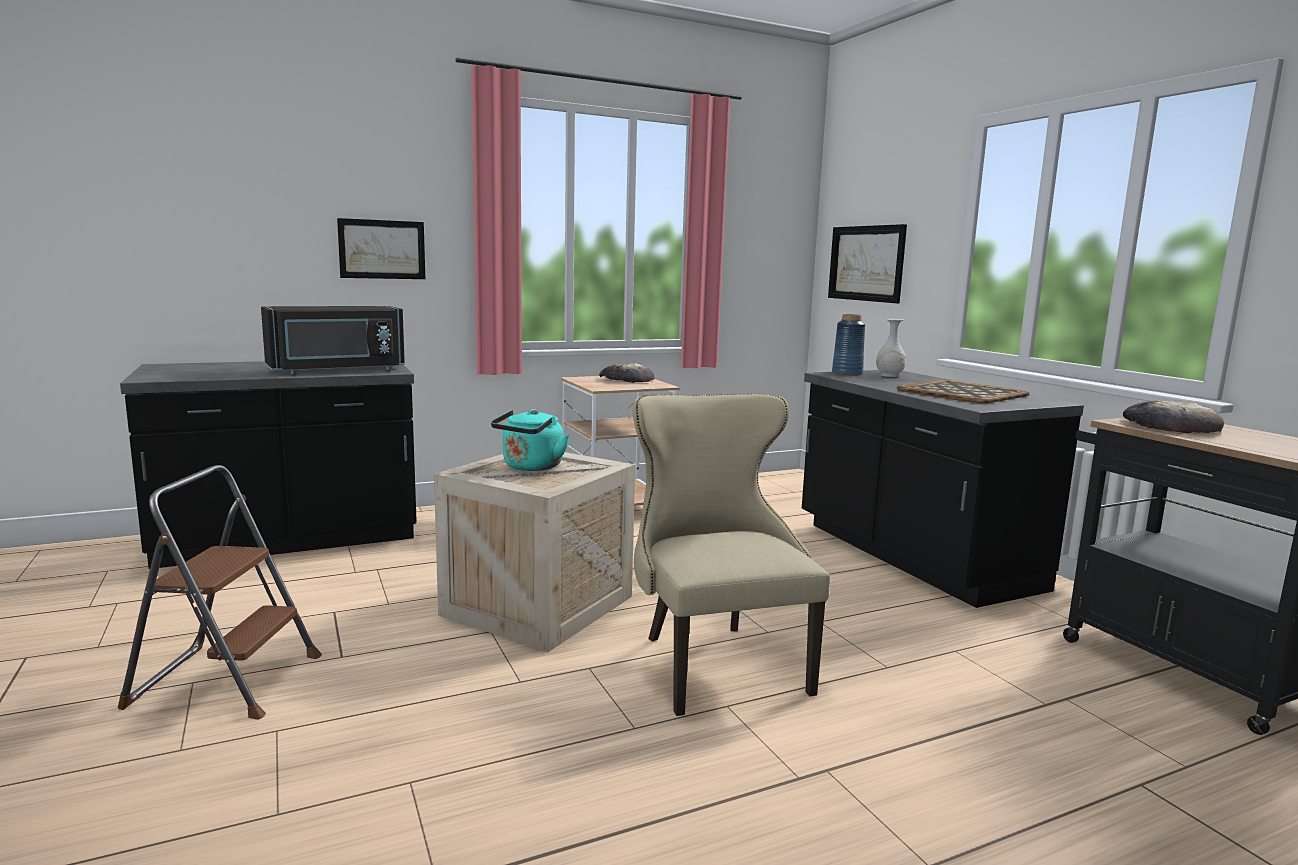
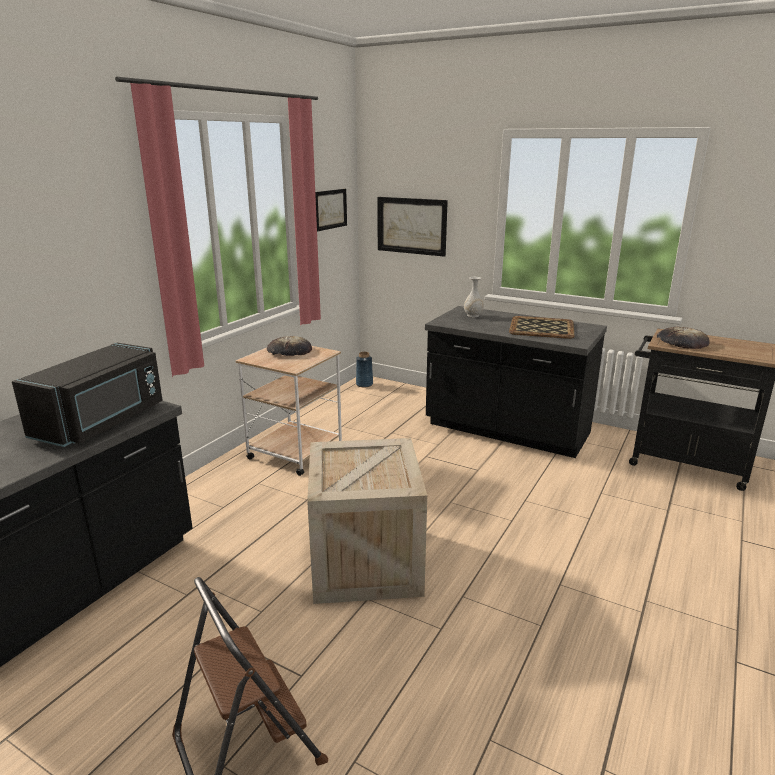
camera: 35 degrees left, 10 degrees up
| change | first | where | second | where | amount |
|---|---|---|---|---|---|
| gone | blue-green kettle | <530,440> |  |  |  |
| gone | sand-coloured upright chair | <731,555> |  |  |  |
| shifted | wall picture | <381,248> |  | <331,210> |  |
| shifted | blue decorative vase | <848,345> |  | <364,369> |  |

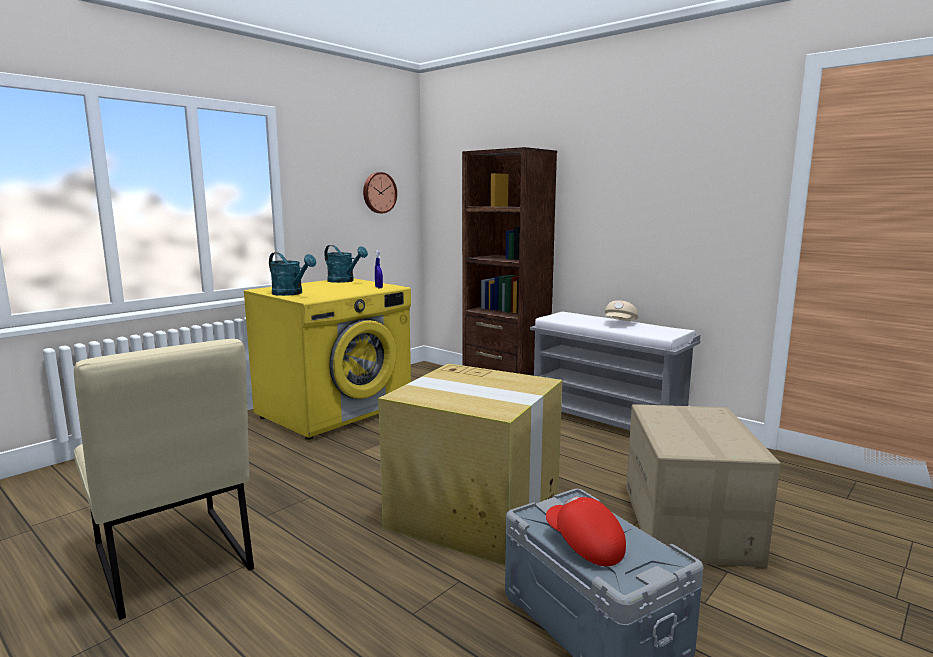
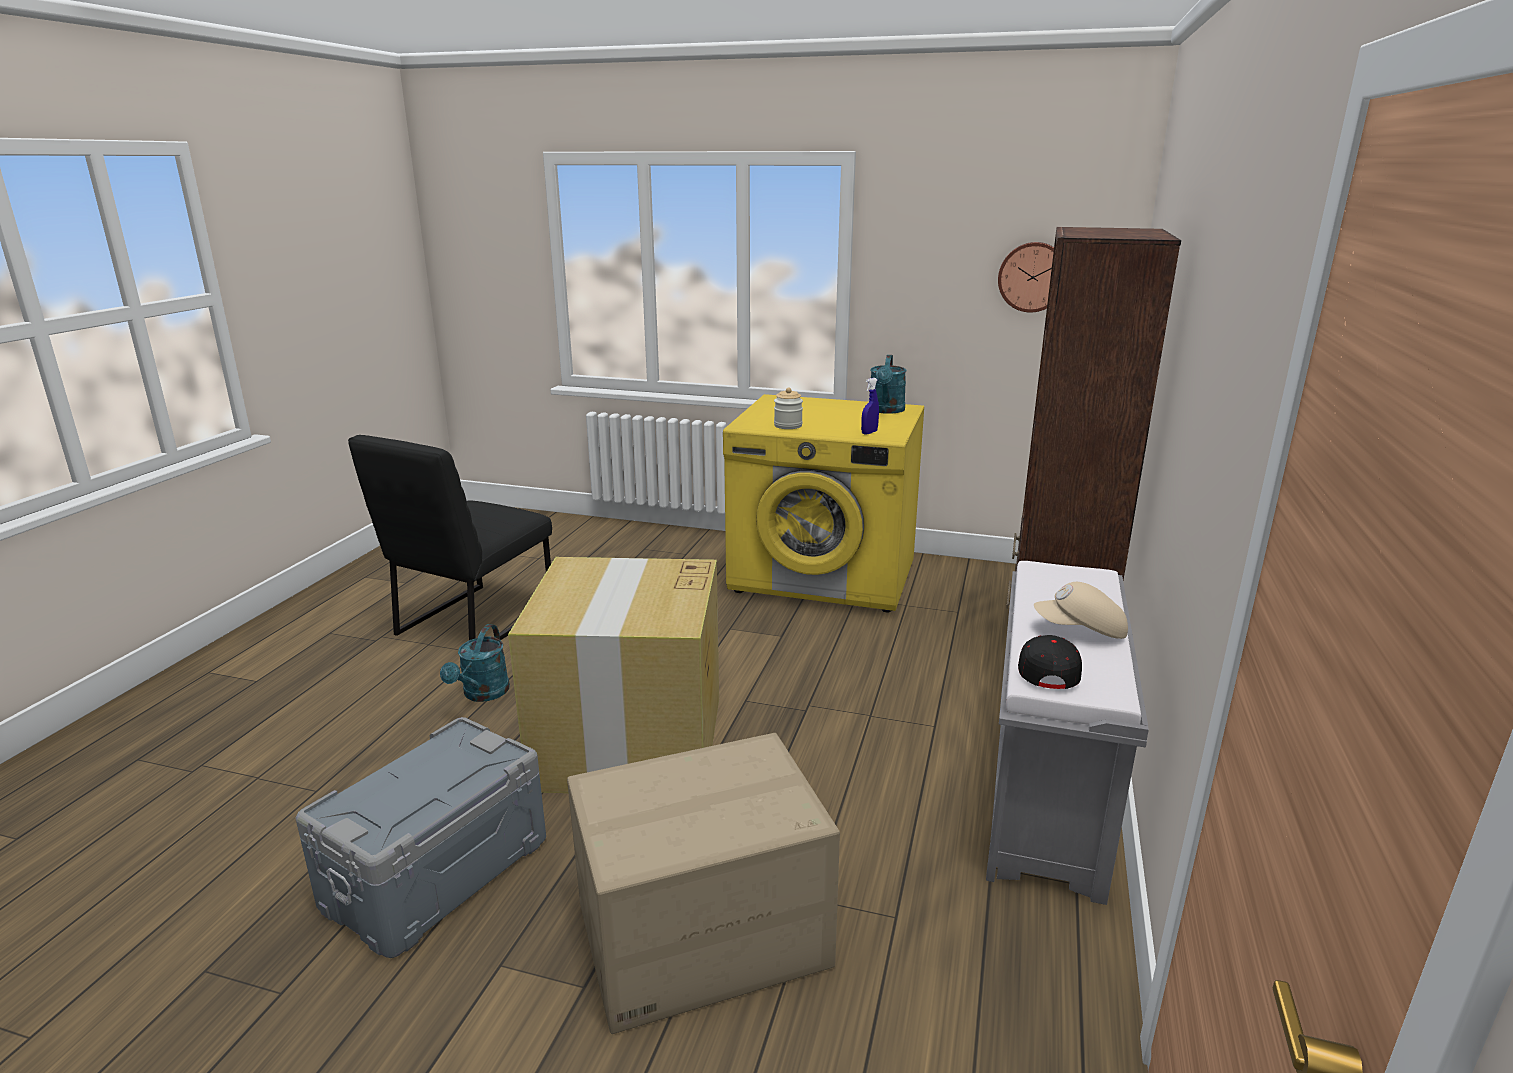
camera: 65 degrees right, 10 degrees up
| change | first | where | second | where | amount |
|---|---|---|---|---|---|
| gone | reddish baseball cap | <586,531> |  |  |  |
| new |  |  | preserve jar | <788,408> |  |
| new |  |  | black baseball cap | <1050,662> |  |
| shifted | blue-green watering pot | <292,274> |  | <475,663> |  |
| repainted | sand-coloured upright chair | <164,479> | black upright chair | <450,537> |  |

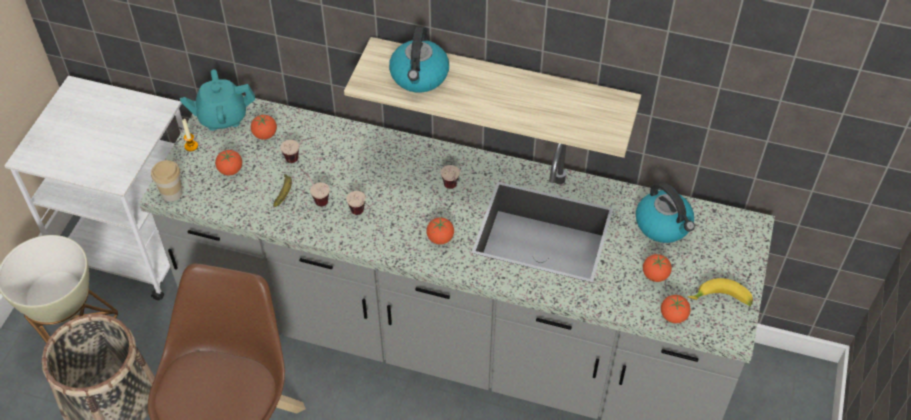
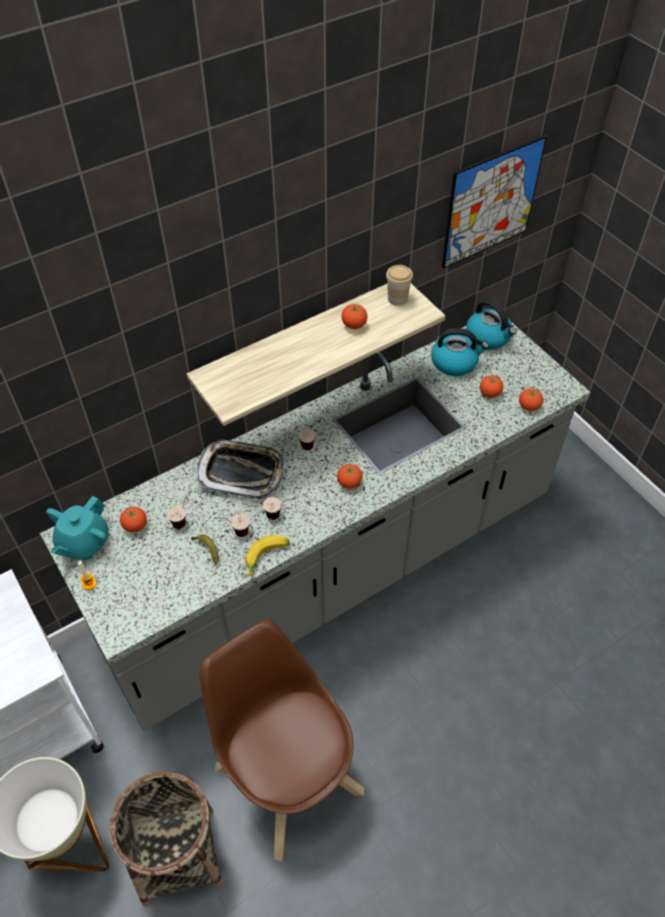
camera: 50 degrees left, 0 degrees up
| change | first | where | second | where | amount |
|---|---|---|---|---|---|
| new |  |  | tray | <241,469> |  |
| new |  |  | wall picture | <494,202> |  |
| shifted | cup | <167,180> |  | <399,285> |  |
| shifted | tomato | <228,162> |  | <354,316> |  |
| shifted | kettle | <419,59> |  | <491,324> |  |
| shifted | whole banana | <720,292> |  | <267,556> |  |

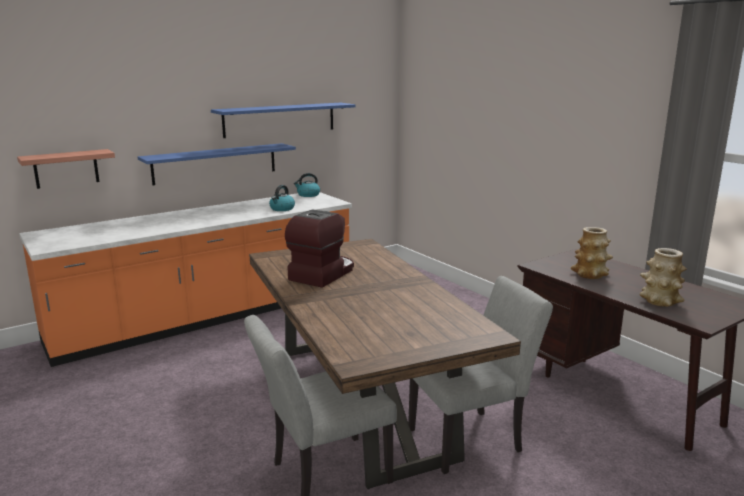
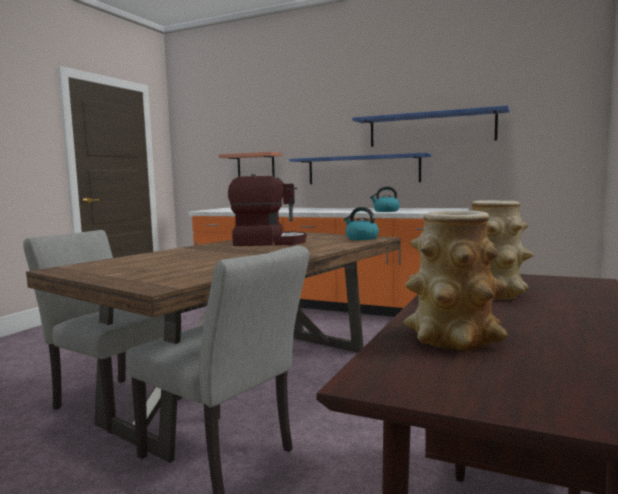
camera: 60 degrees right, 10 degrees down
| change | first | where | second | where | amount |
|---|---|---|---|---|---|
| shifted | kettle | <307,185> |  | <361,223> |  |

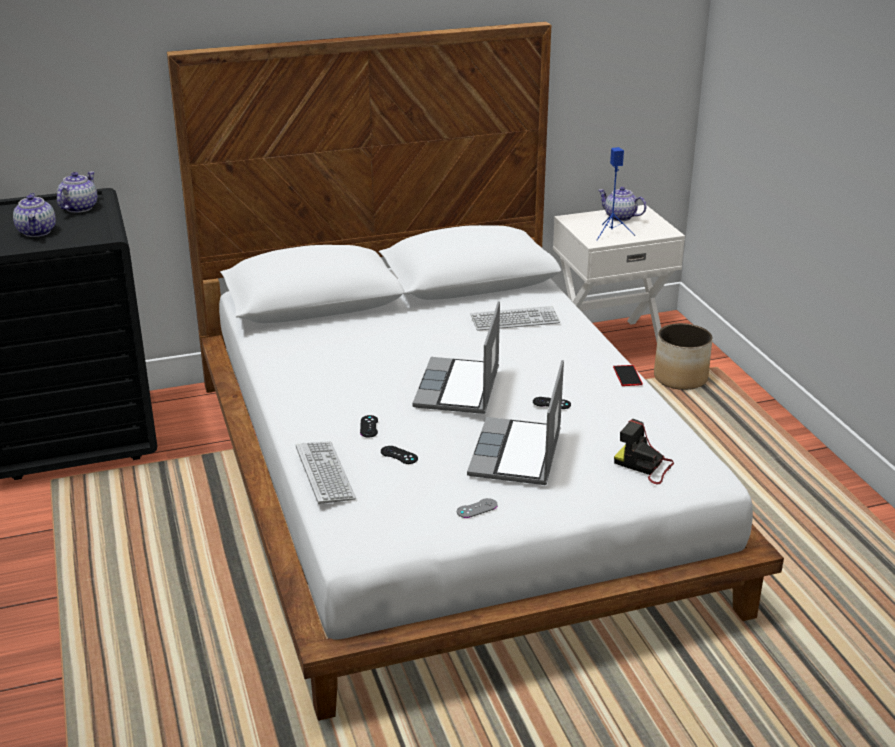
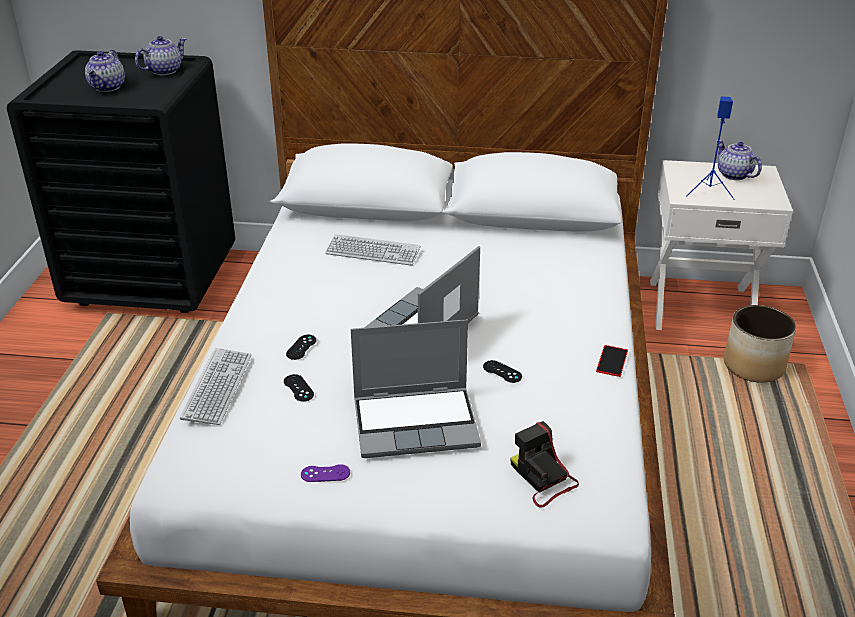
camera: 25 degrees right, 5 degrees up
| change | first | where | second | where | amount |
|---|---|---|---|---|---|
| shifted | computer keyboard | <515,318> |  | <373,249> |  |
| repainted | grey joypad | <477,508> | purple-coloured joypad | <325,473> |  |
| rotated | portable computer | <515,422> |  | <416,388> | 135 degrees counterclockwise |

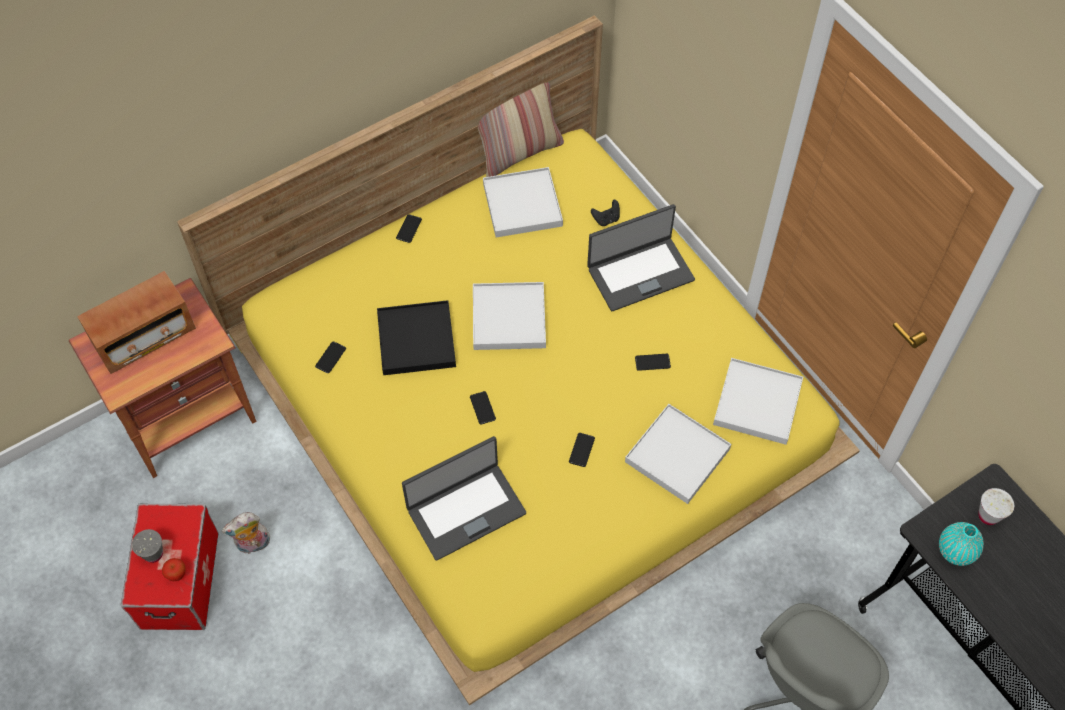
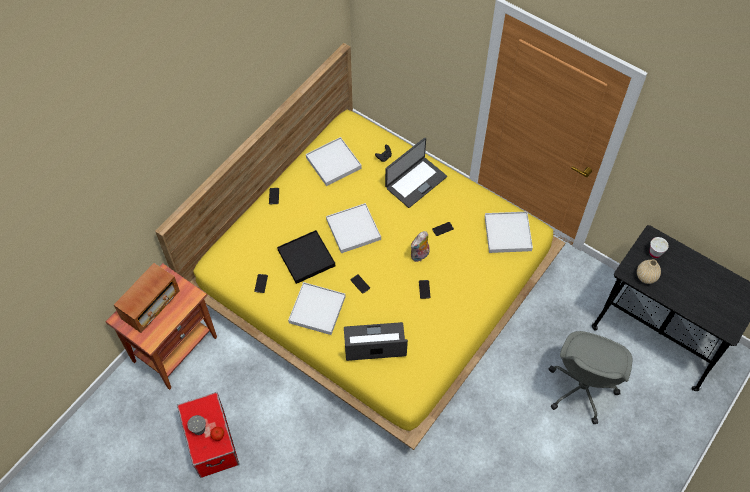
camera: 20 degrees left, 0 degrees up
| change | first | where | second | where | amount |
|---|---|---|---|---|---|
| gone | cushion | <521,130> |  |  |  |
| shifted | soft toy | <246,533> |  | <420,246> |  |
| shifted | whitish tray | <678,454> |  | <316,308> |  |
| repainted | blue-green decorative vase | <961,544> | sand-coloured decorative vase | <649,271> |  |
| rotated | portable computer | <464,498> |  | <376,341> | 135 degrees counterclockwise |

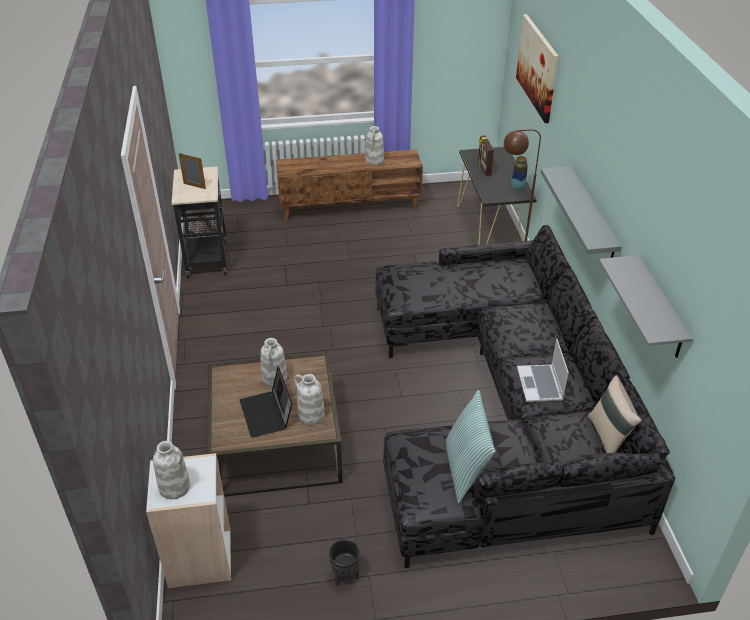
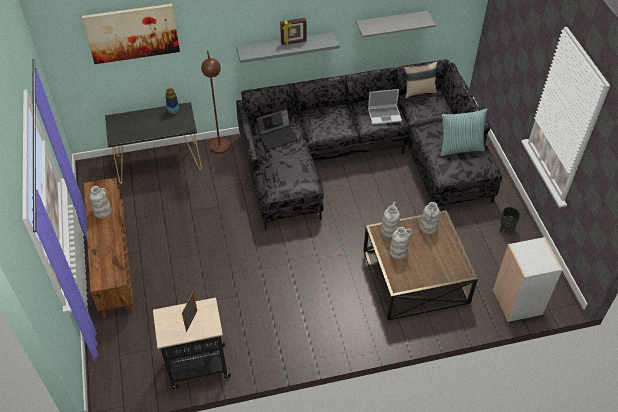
camera: 95 degrees left, 10 degrees up
| change | first | where | second | where | amount |
|---|---|---|---|---|---|
| shifted | whitish decorative vase | <171,470> |  | <390,219> |  |
| shifted | portable computer | <266,402> |  | <277,129> |  |
| shifted | photo frame | <486,155> |  | <293,31> |  |

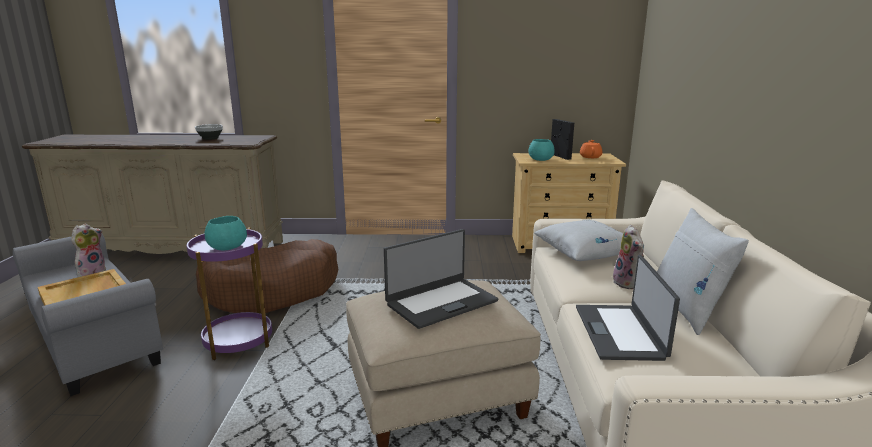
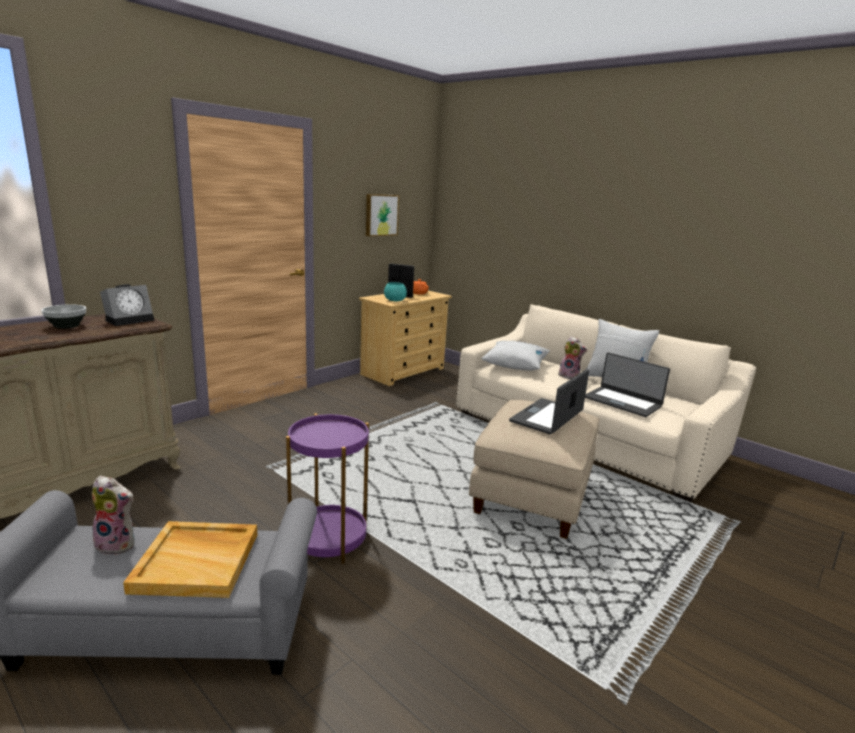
camera: 50 degrees left, 0 degrees up
| change | first | where | second | where | amount |
|---|---|---|---|---|---|
| gone | brown-coloured dog cushion | <267,276> |  |  |  |
| gone | blue-green bowl | <225,233> |  |  |  |
| new |  |  | alarm clock | <127,305> |  |
| new |  |  | wall picture | <382,215> |  |
| rotated | soft toy | <88,250> |  | <113,515> | 120 degrees clockwise |
| rotated | portable computer | <441,279> |  | <549,401> | 150 degrees counterclockwise |

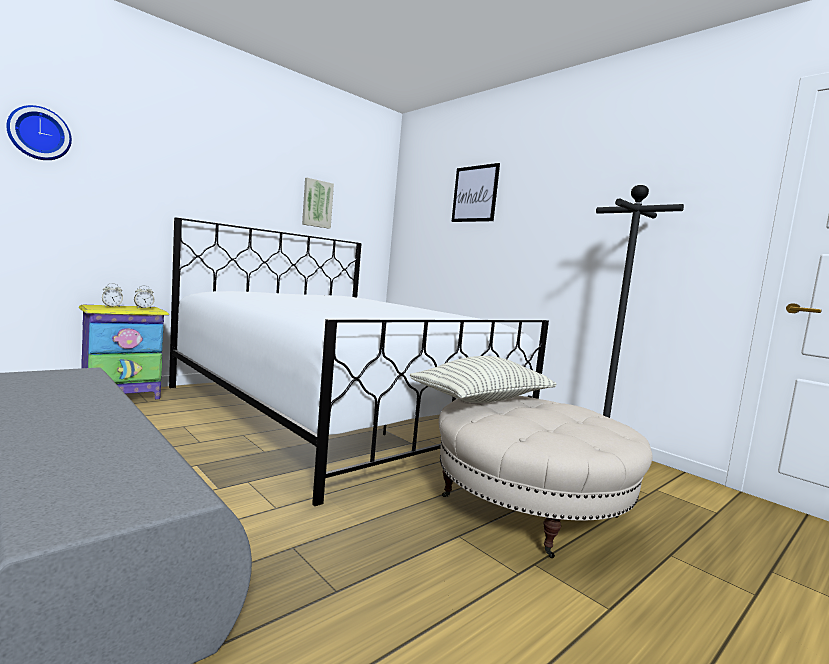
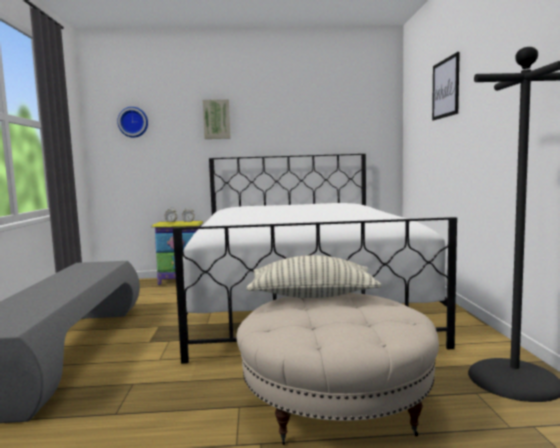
camera: 40 degrees right, 0 degrees up
| change | first | where | second | where | amount |
|---|---|---|---|---|---|
| shifted | wall picture | <318,203> |  | <217,119> |  |

